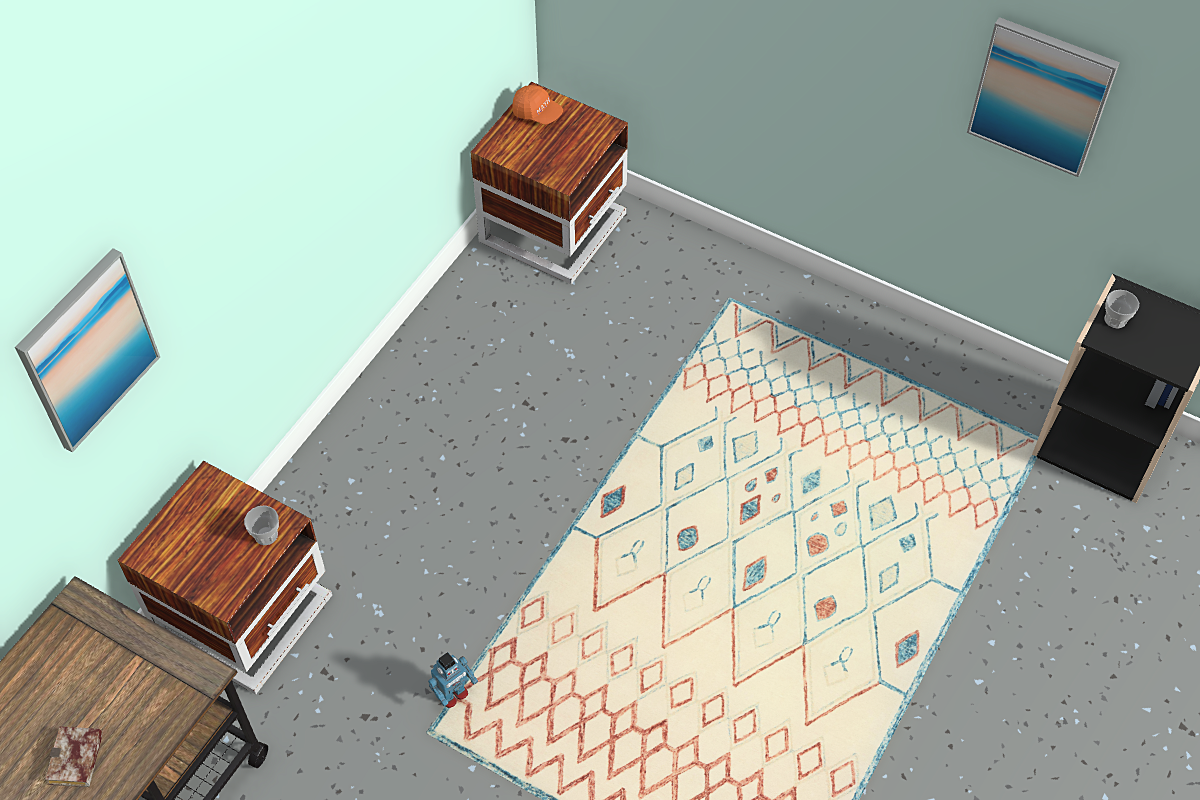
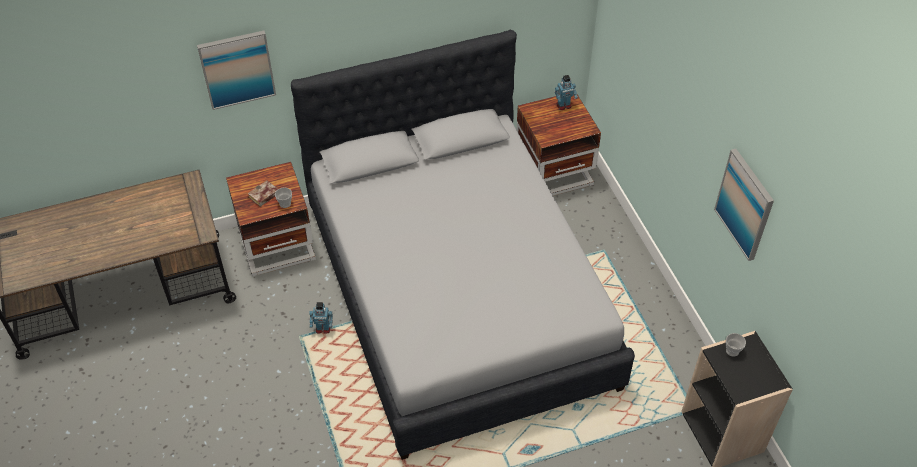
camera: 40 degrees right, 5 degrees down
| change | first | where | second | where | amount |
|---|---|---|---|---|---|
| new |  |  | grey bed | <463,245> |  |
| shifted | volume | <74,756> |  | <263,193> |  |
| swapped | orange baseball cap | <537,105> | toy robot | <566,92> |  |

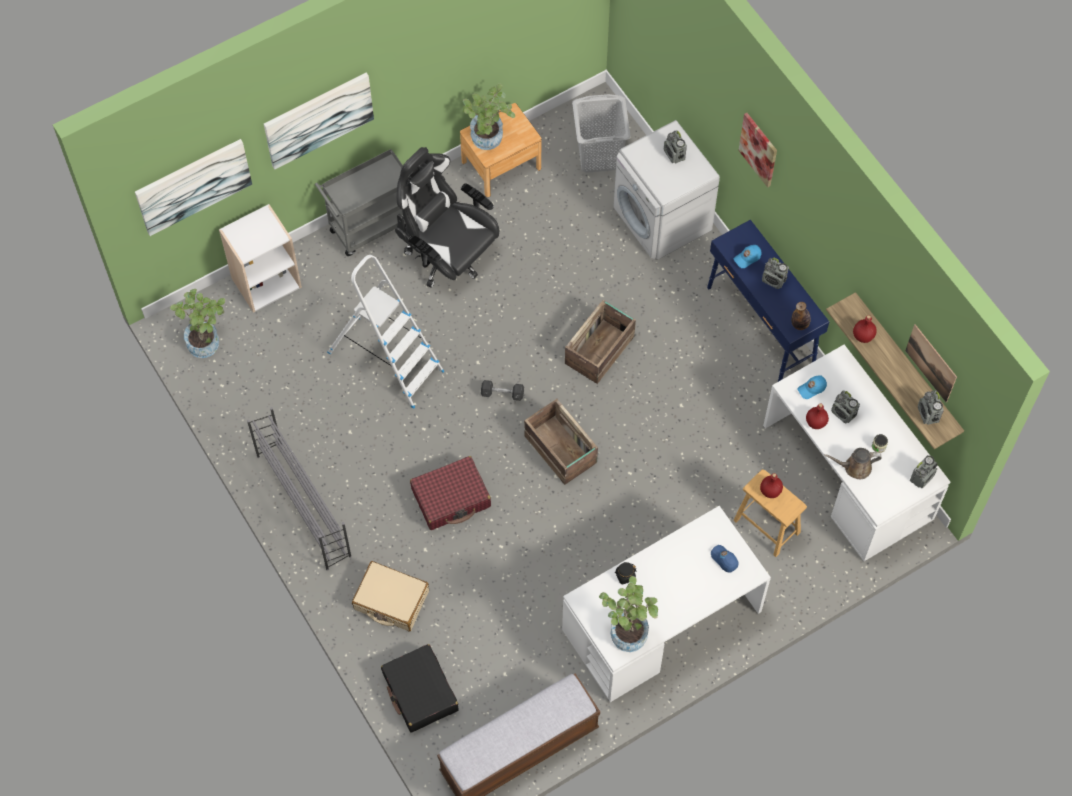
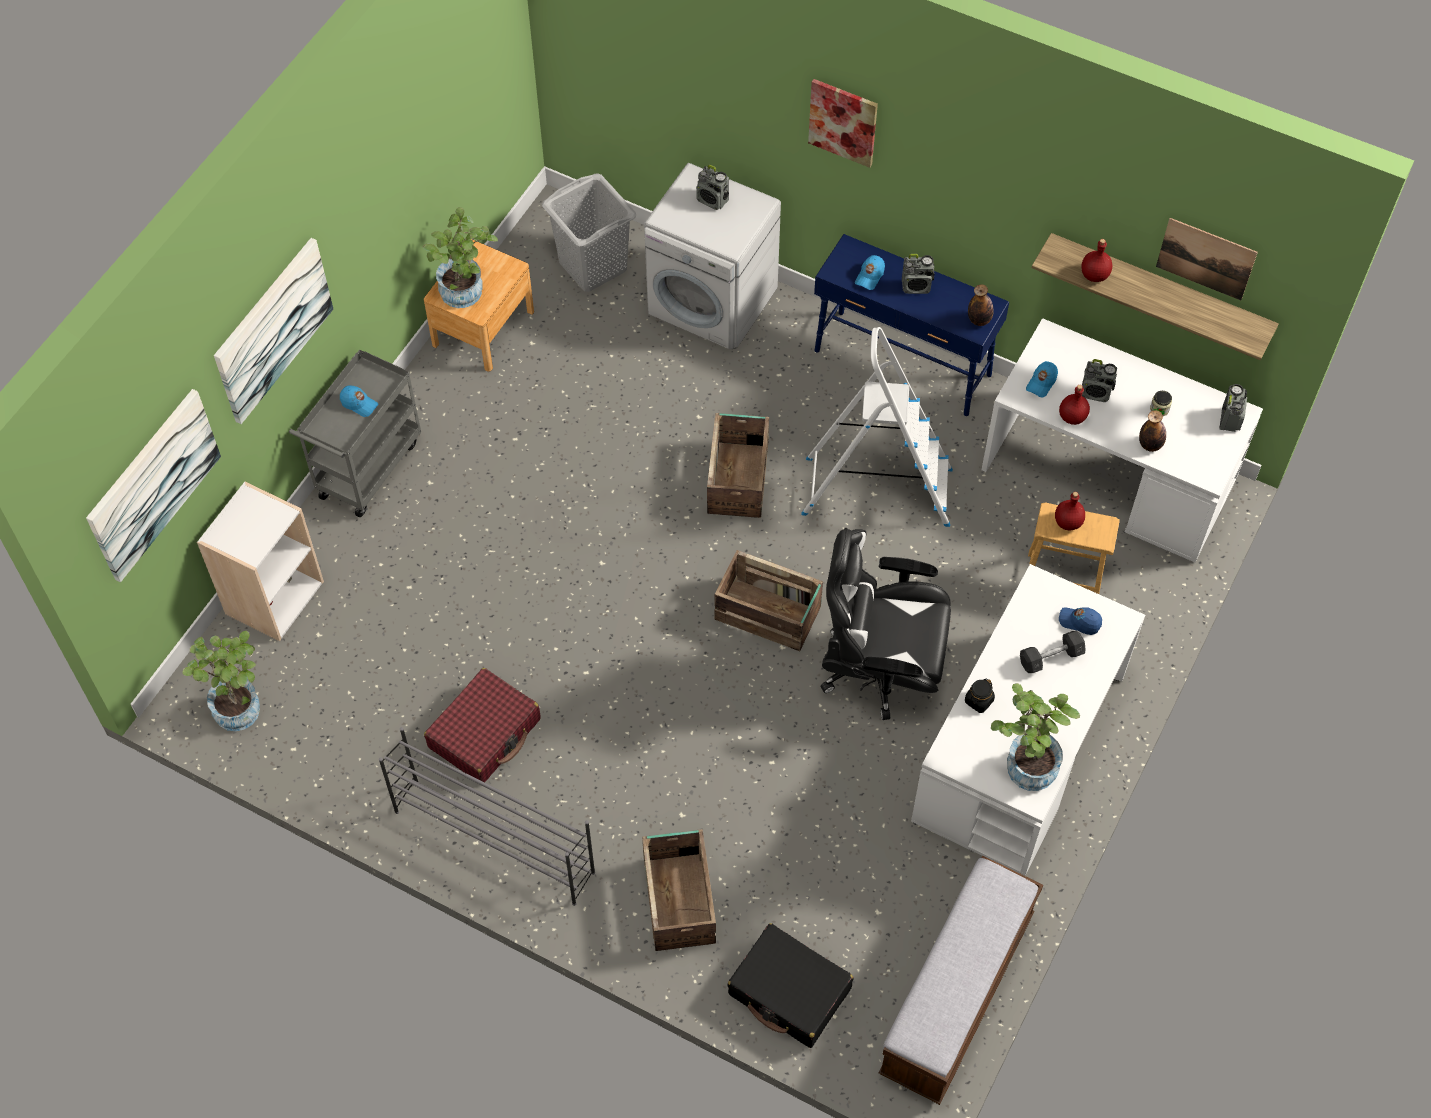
camera: 30 degrees left, 5 degrees down
| change | first | where | second | where | amount |
|---|---|---|---|---|---|
| gone | radio set | <931,407> |  |  |  |
| new |  |  | blue baseball cap | <359,401> |  |
| shifted | whitish step stool | <385,331> |  | <877,427> |  |
| shifted | black computer chair | <447,217> |  | <886,624> |  |
| shifted | reddish suitcase | <450,493> |  | <482,725> |  |
| shifted | grey hand weight | <502,390> |  | <1053,652> |  |
| swapped | sand-coloured suitcase | <390,596> | packing crate | <679,890> |  |
| swapped | brown-coloured watering pot | <853,463> | beverage bottle | <1152,431> |  |

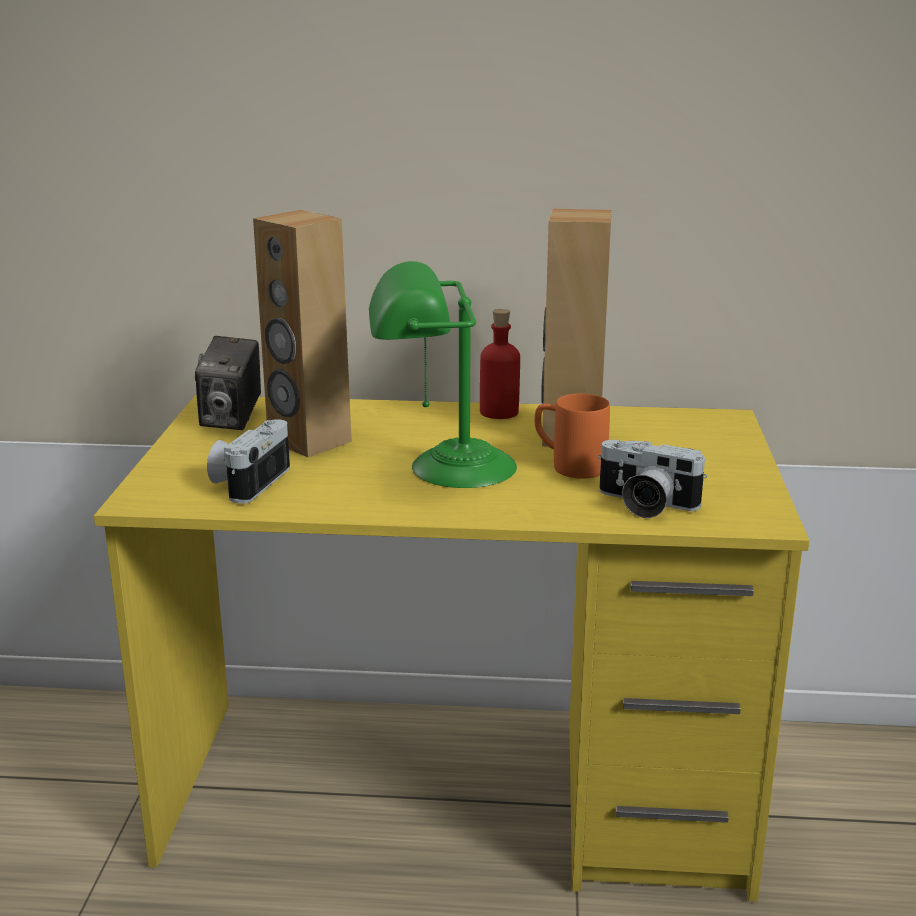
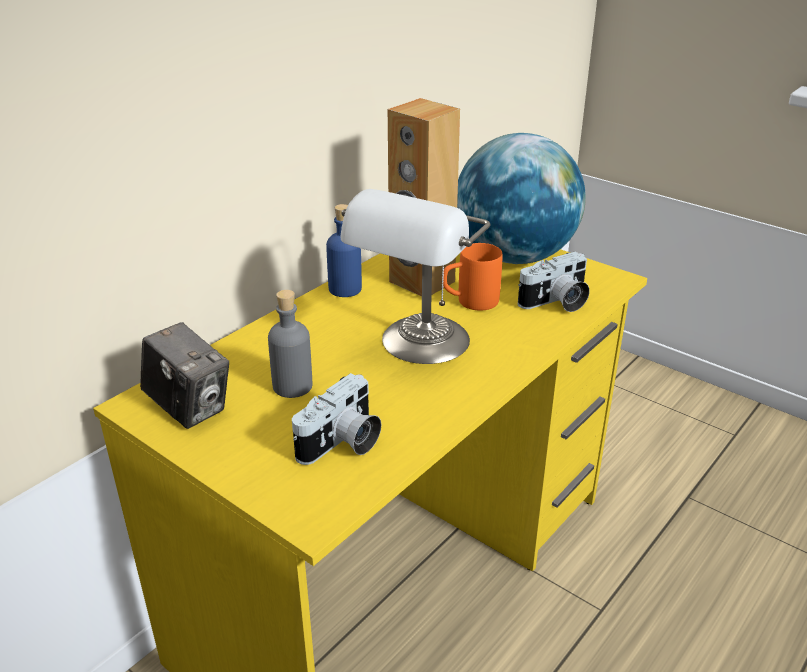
camera: 55 degrees left, 10 degrees up
| change | first | where | second | where | amount |
|---|---|---|---|---|---|
| new |  |  | globe | <521,198> |  |
| swapped | brown-coloured speaker | <302,333> | grey beverage bottle | <290,344> |  |
| repainted | greenish tabletop lamp | <443,374> | whitish tabletop lamp | <415,276> |  |
| repainted | reddish beverage bottle | <500,364> | blue beverage bottle | <344,250> |  |
| rotated | photo camera | <248,461> |  | <336,419> | 105 degrees counterclockwise |

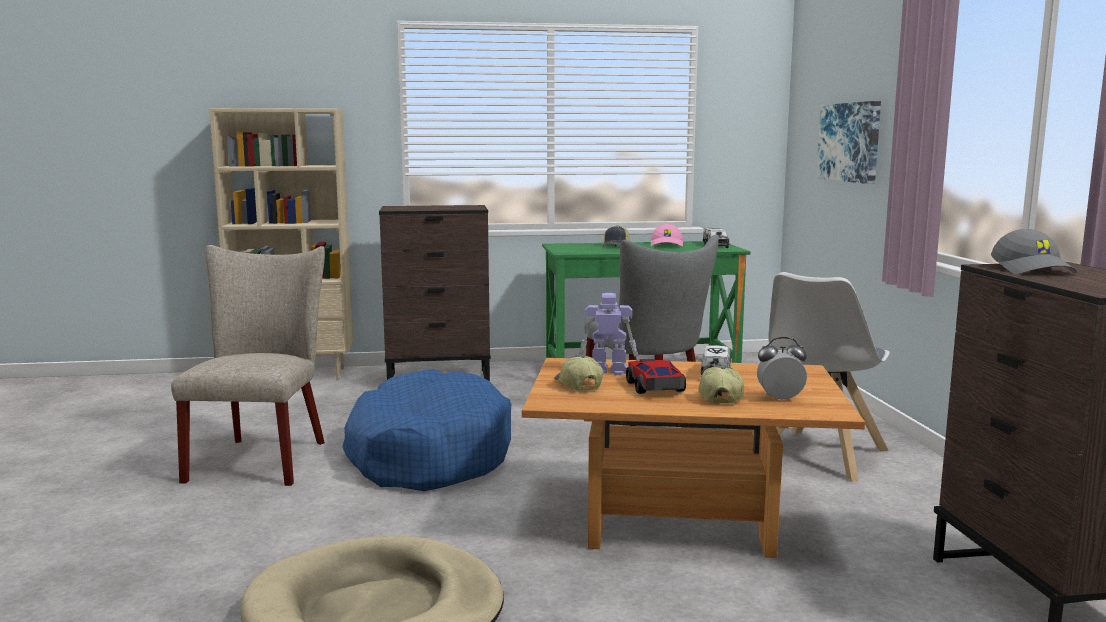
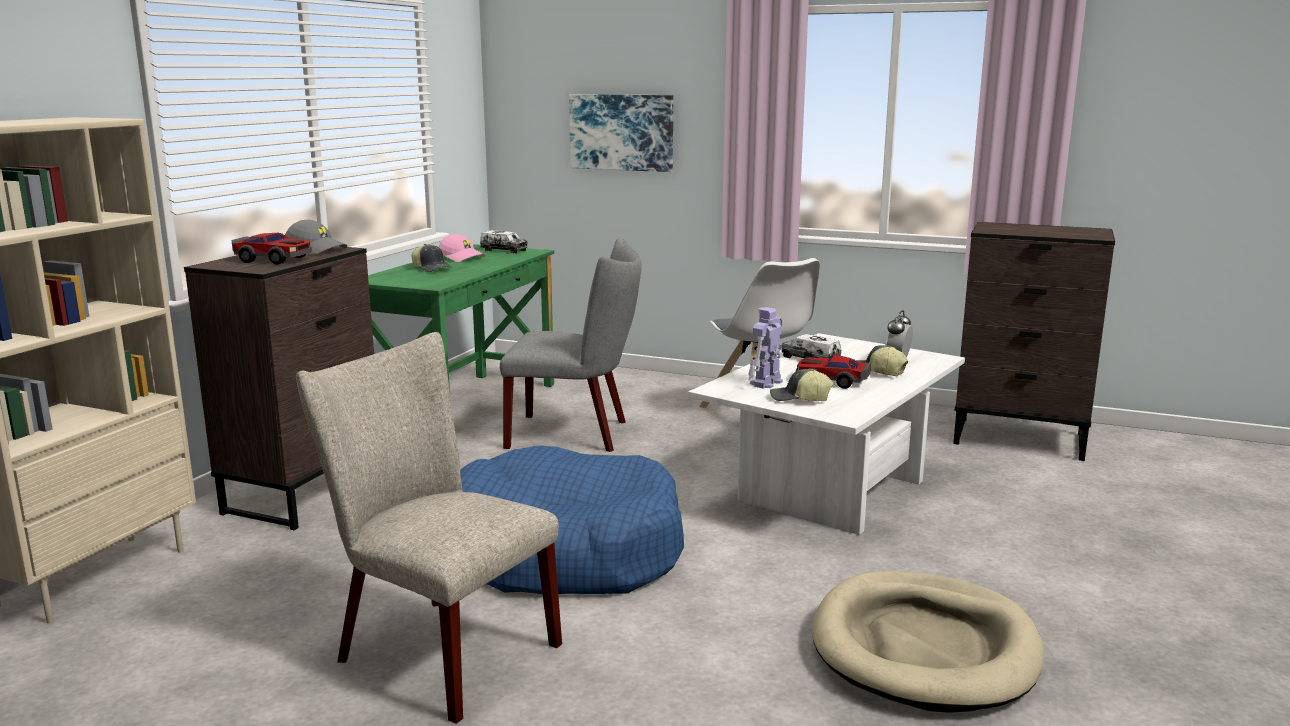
camera: 60 degrees left, 5 degrees up
| change | first | where | second | where | amount |
|---|---|---|---|---|---|
| new |  |  | model car | <272,249> |  |
| shifted | grey baseball cap | <1034,251> |  | <316,237> |  |
| repainted | brown-coloured lounge table | <693,458> | whitish lounge table | <826,434> |  |

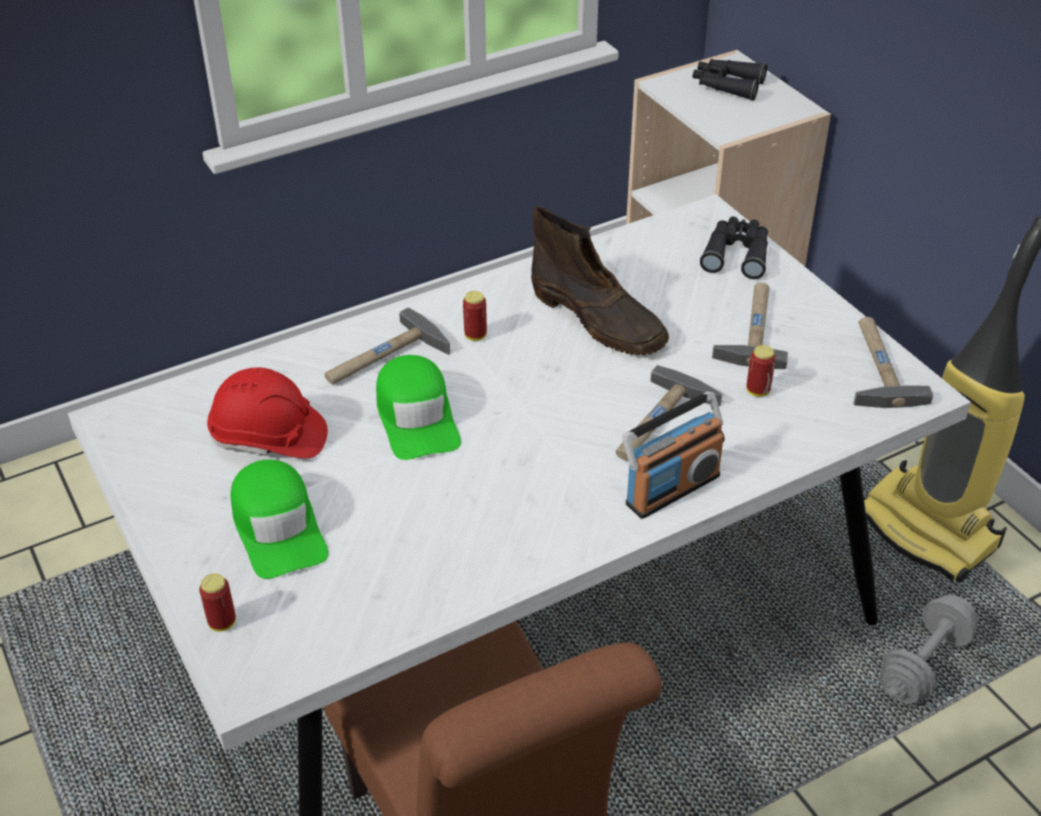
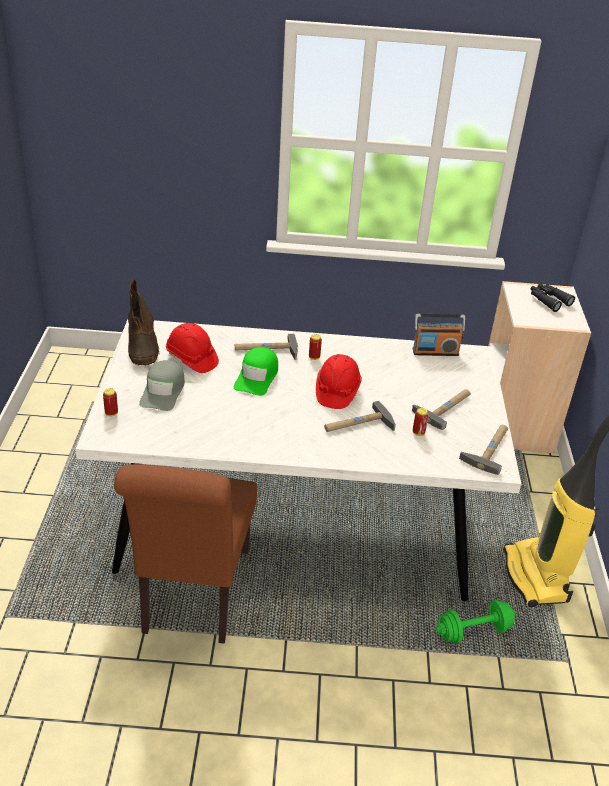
camera: 30 degrees right, 5 degrees down
| change | first | where | second | where | amount |
|---|---|---|---|---|---|
| gone | black binoculars | <734,248> |  |  |  |
| new |  |  | reddish work helmet | <339,381> |  |
| shifted | brown-coloured boot | <600,280> |  | <143,322> |  |
| shifted | radio set | <673,455> |  | <439,335> |  |
| repainted | greenish baseball cap | <279,519> | grey baseball cap | <162,385> |  |
| repainted | grey hand weight | <928,649> | greenish hand weight | <476,621> |  |

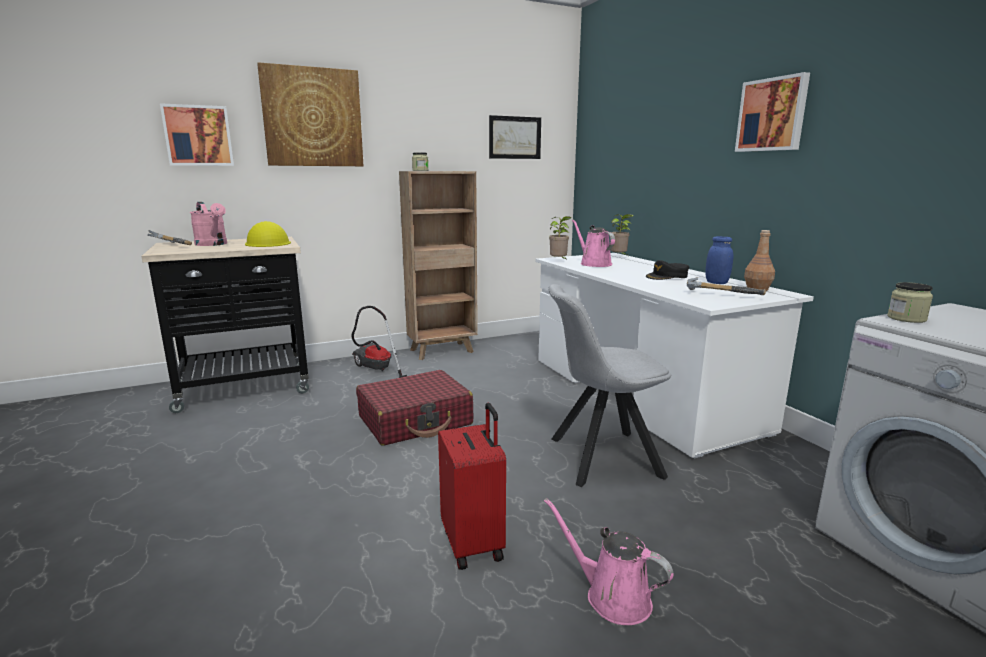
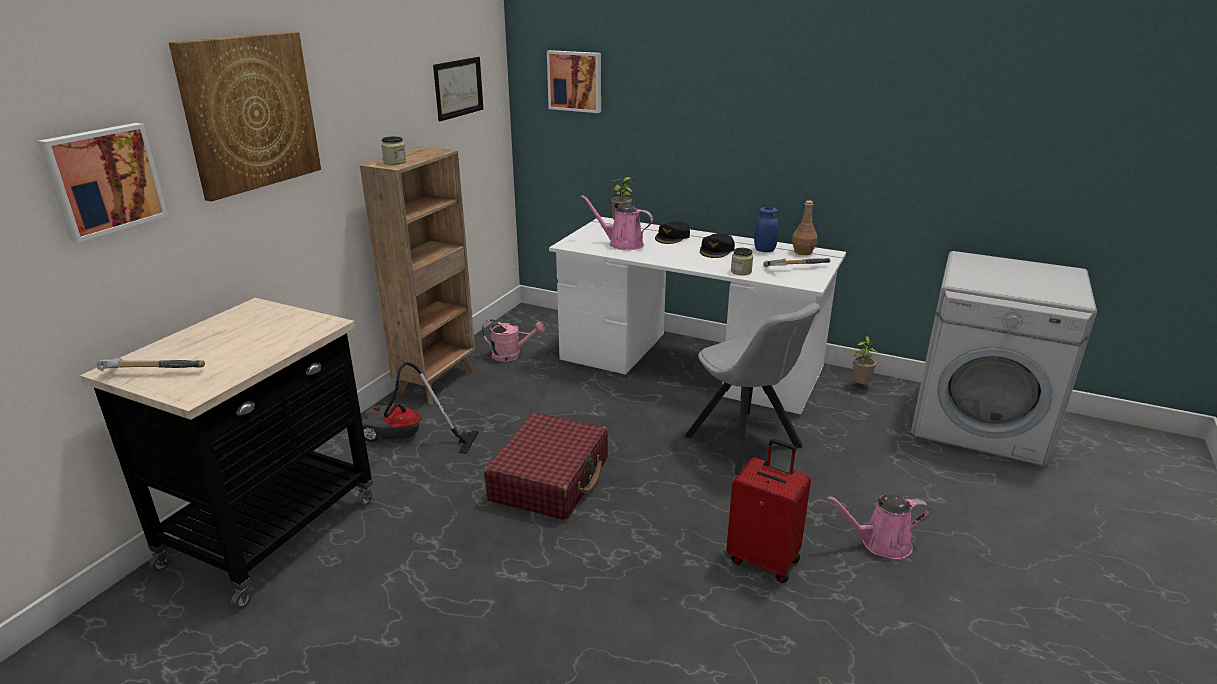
camera: 40 degrees left, 10 degrees up
| change | first | where | second | where | amount |
|---|---|---|---|---|---|
| gone | yellow work helmet | <268,234> |  |  |  |
| new |  |  | black baseball cap | <672,232> |  |
| shifted | pinkish watering pot | <208,224> |  | <513,340> |  |
| shifted | plant in a pot | <560,238> |  | <865,360> |  |
| shifted | wall picture | <772,112> |  | <574,81> |  |
| shifted | preserve jar | <910,302> |  | <742,261> |  |
| rotated | grey upright chair | <609,385> |  | <752,389> | 75 degrees counterclockwise |

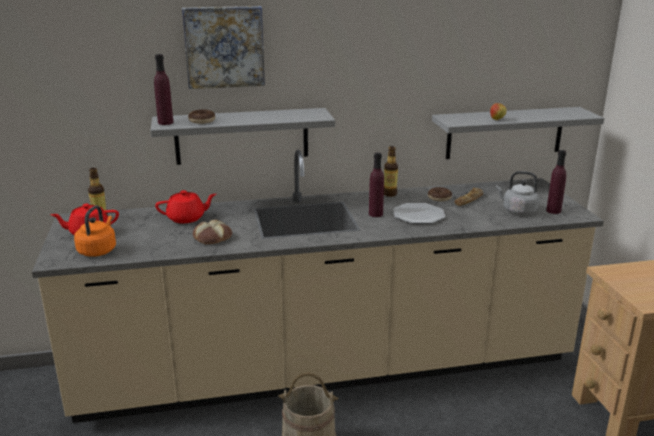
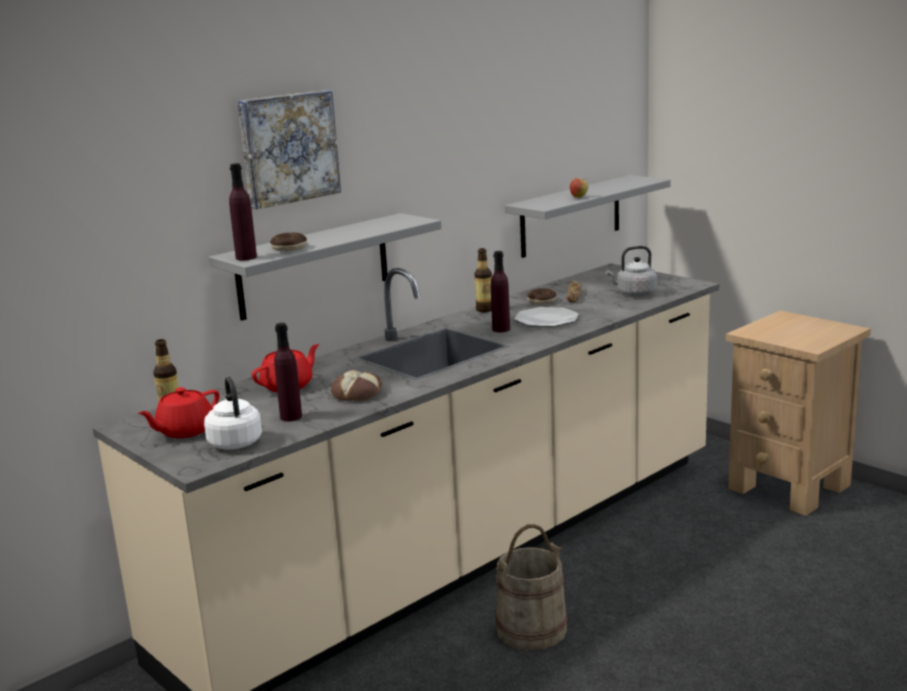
camera: 30 degrees left, 5 degrees down
| change | first | where | second | where | amount |
|---|---|---|---|---|---|
| shifted | purple-coloured beverage bottle | <556,182> |  | <288,372> |  |
| repainted | orange kettle | <95,231> | whitish kettle | <233,413> |  |

